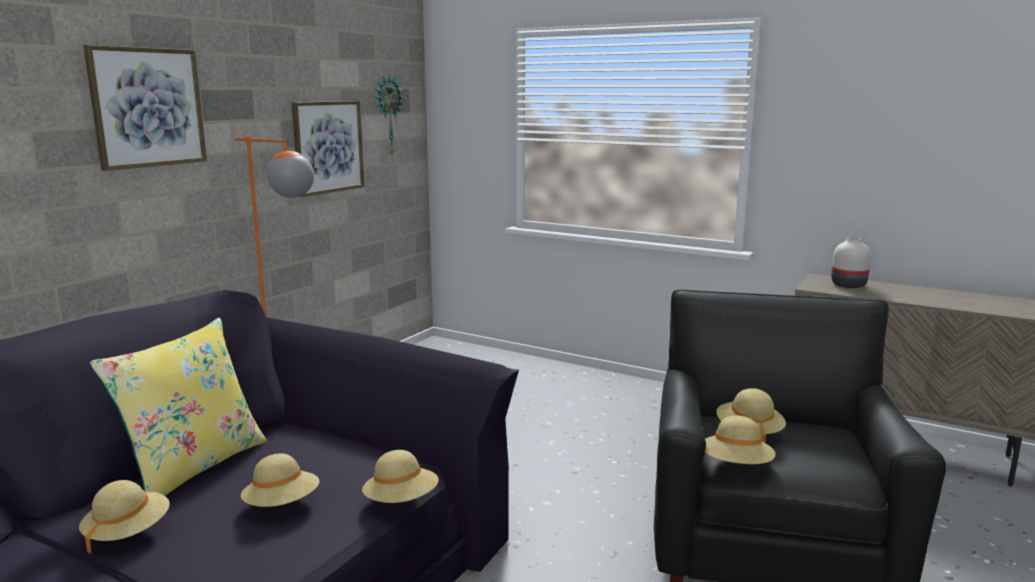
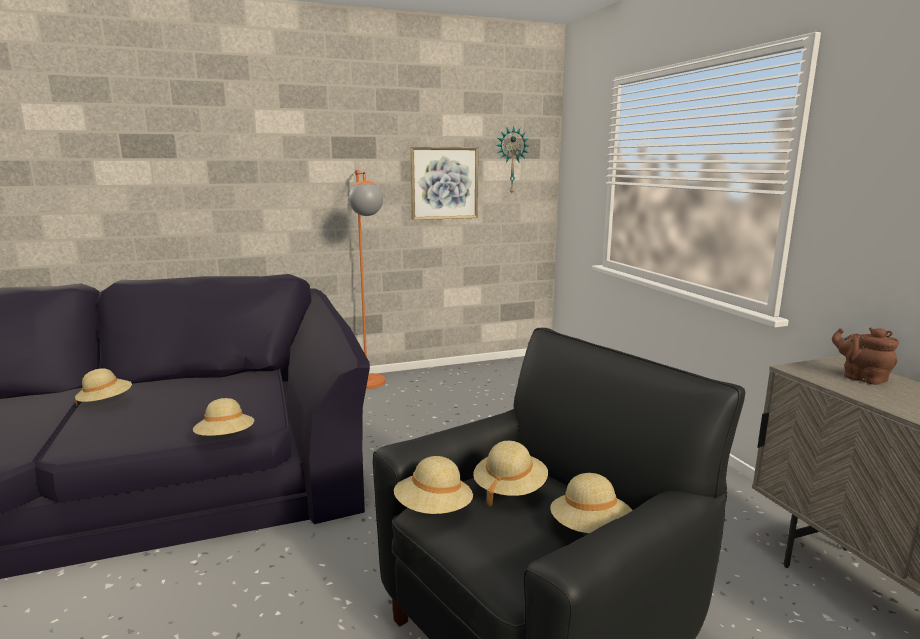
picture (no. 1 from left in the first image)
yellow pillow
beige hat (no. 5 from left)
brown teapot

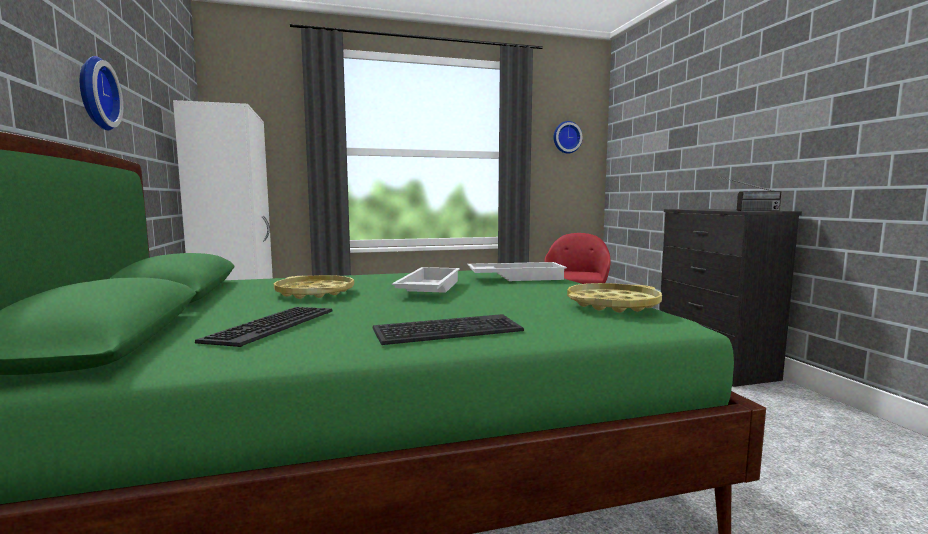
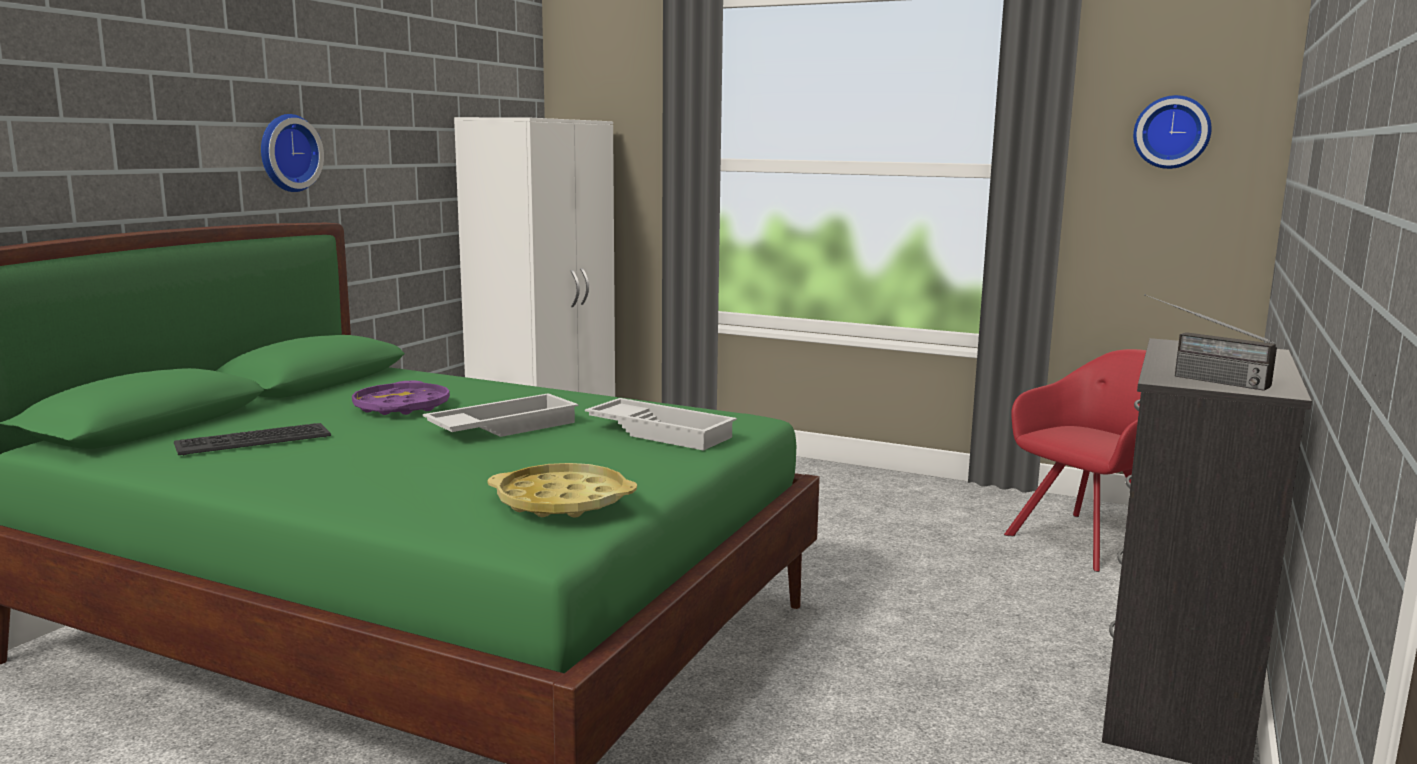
keyboard (no. 2 from left in the first image)
purple tray

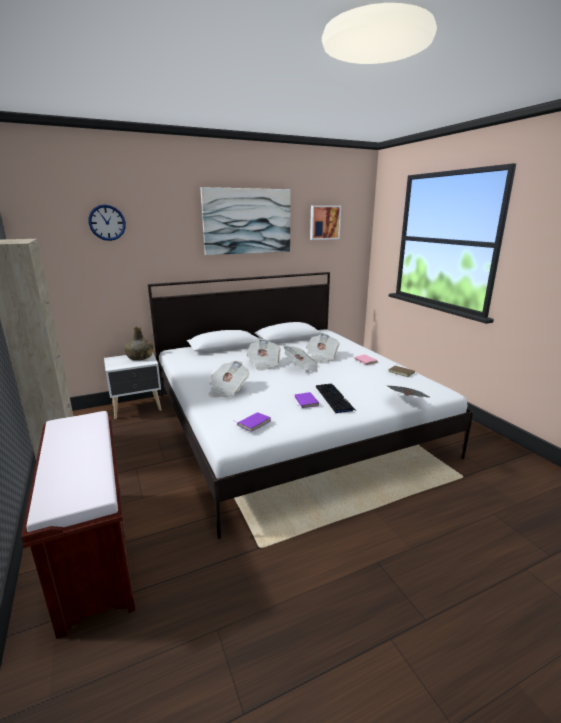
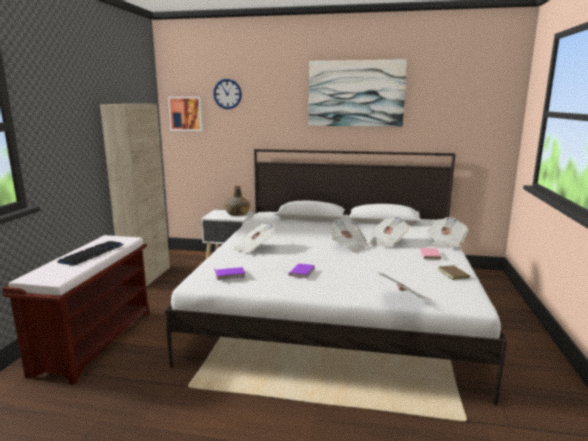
newspaper (no. 5 from left)
picture (no. 1 from left)
keyboard

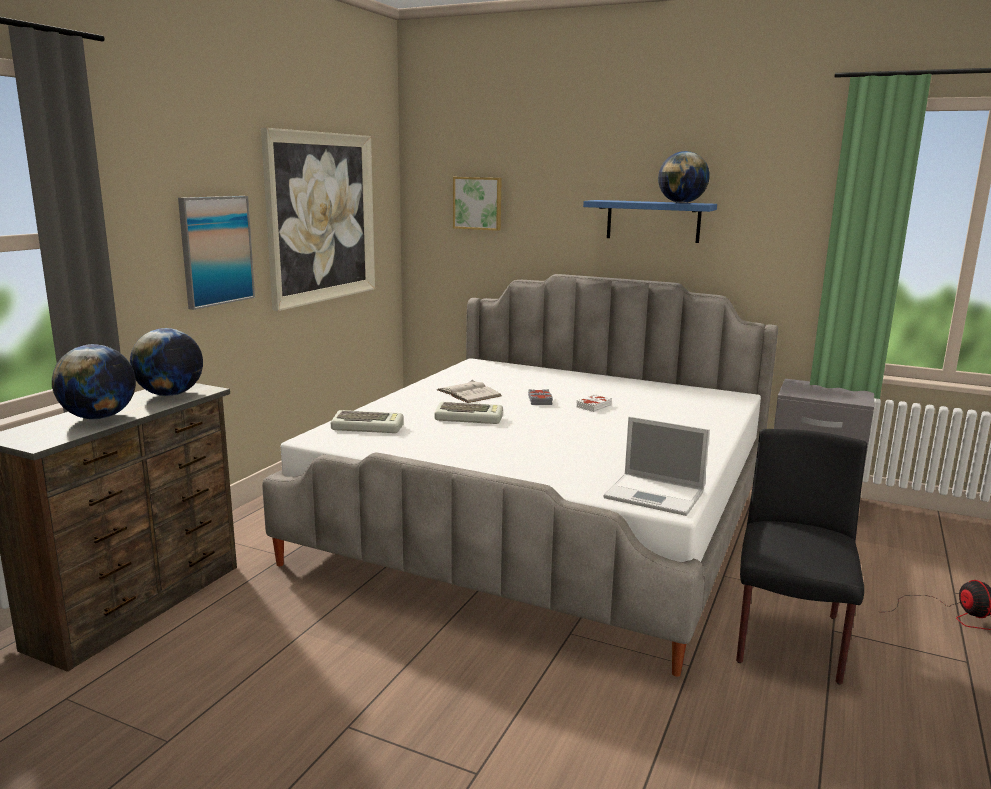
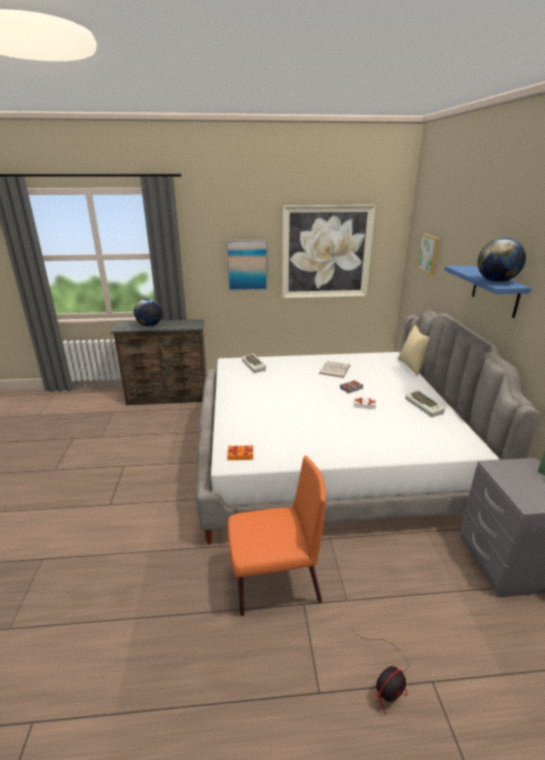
globe (no. 2 from left in the first image)
pillow
keyboard (no. 2 from left)
orange book
orange chair

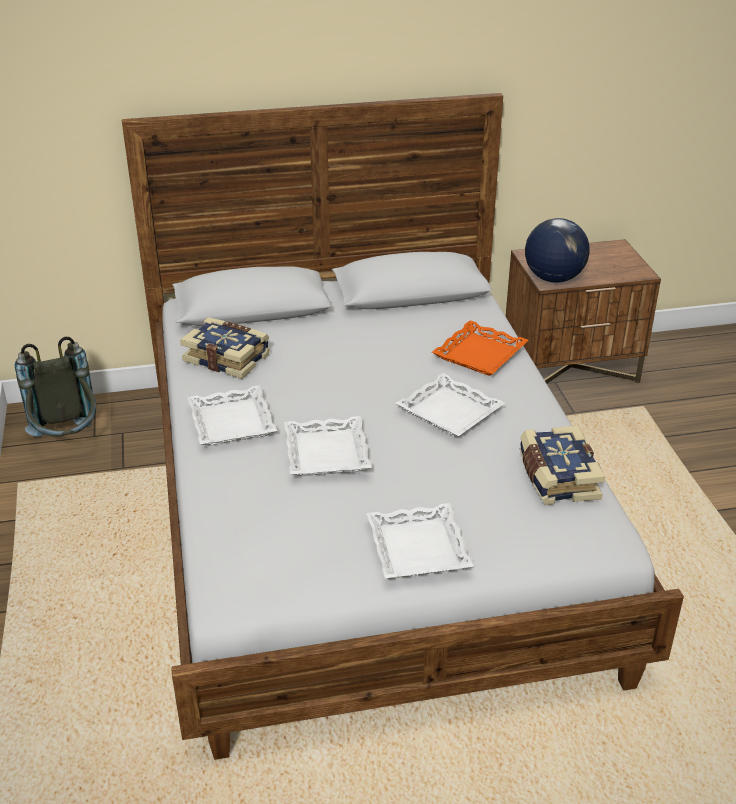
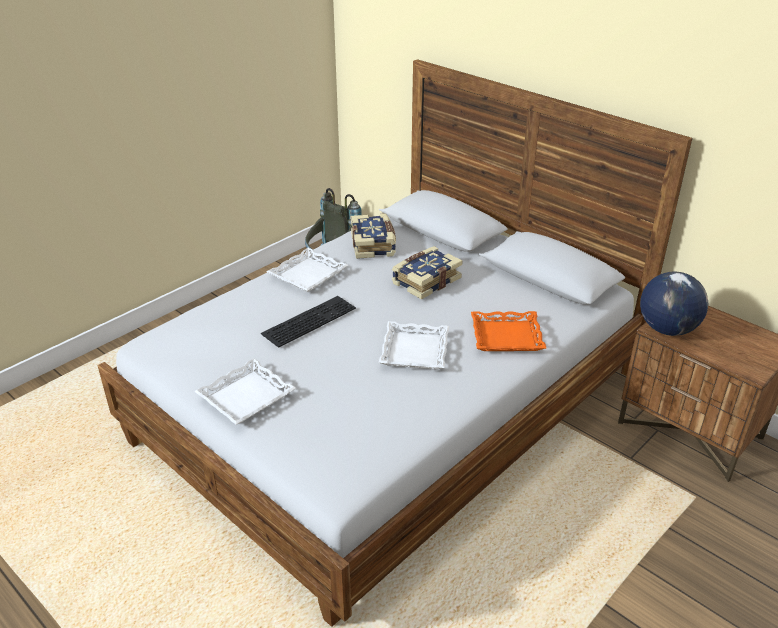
book (no. 2 from left)
keyboard

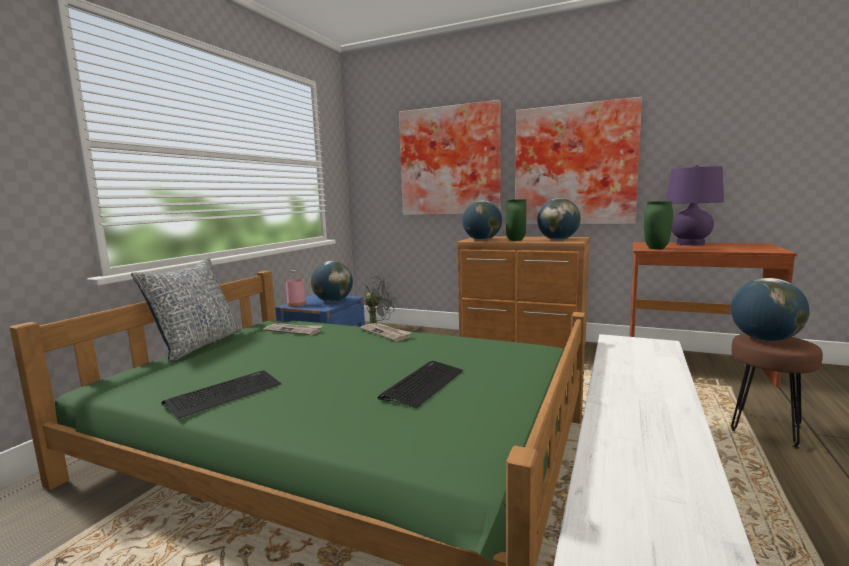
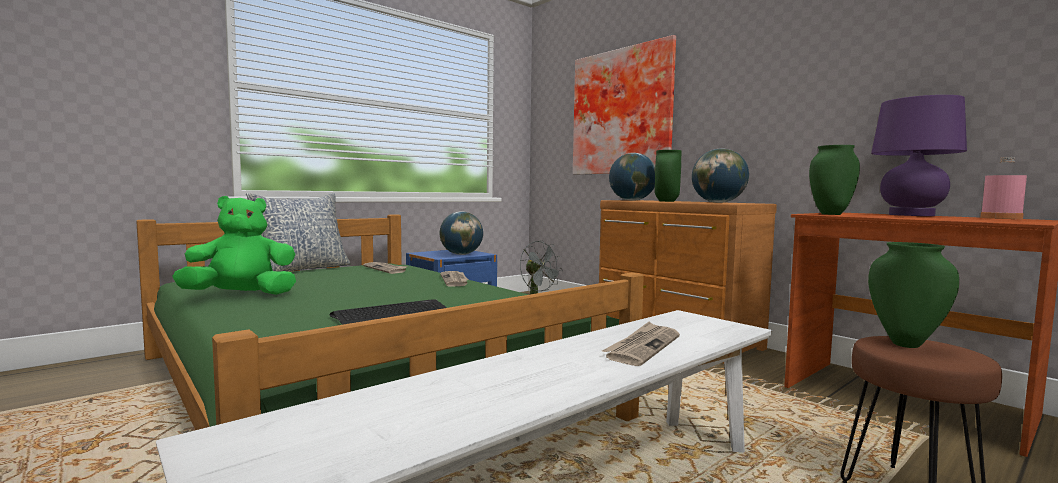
picture (no. 2 from left in the first image)
newspaper (no. 3 from left)
pink bottle
green plush toy
green vase (no. 3 from left)

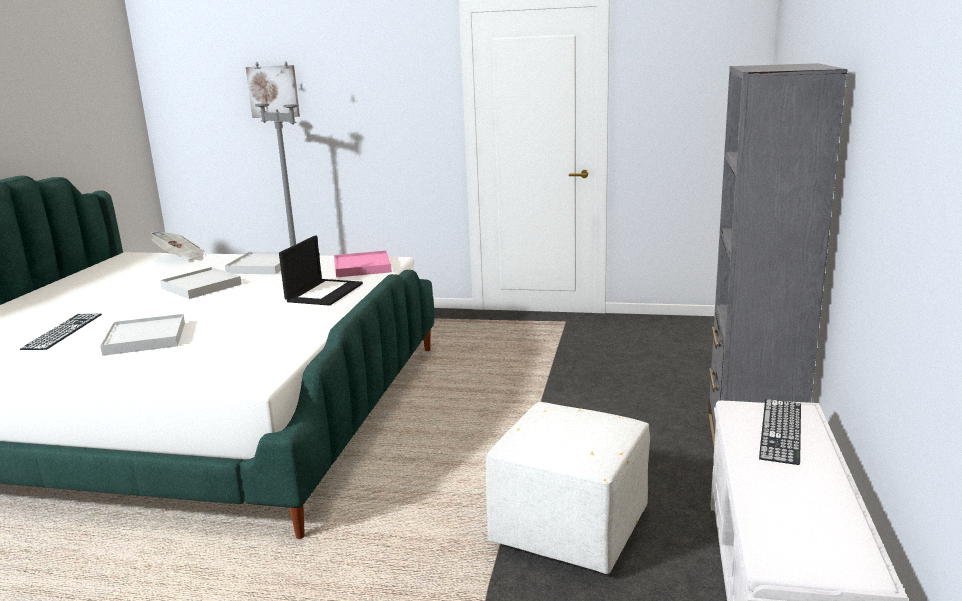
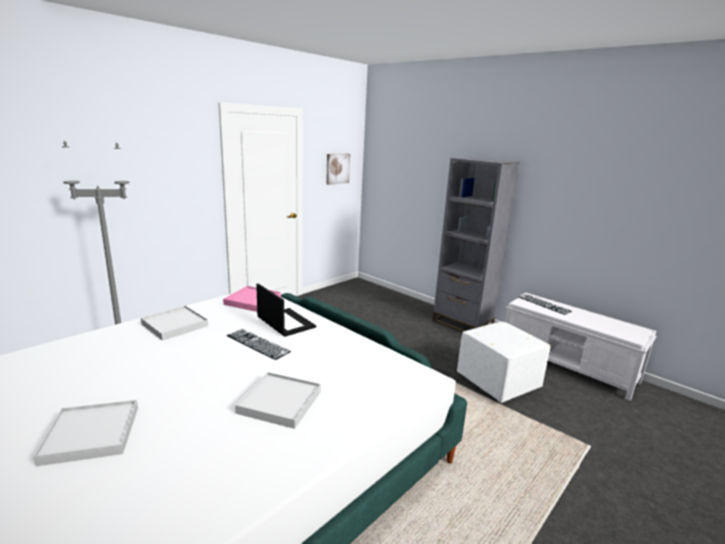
newspaper
keyboard (no. 1 from left)
white tray (no. 1 from left)
picture

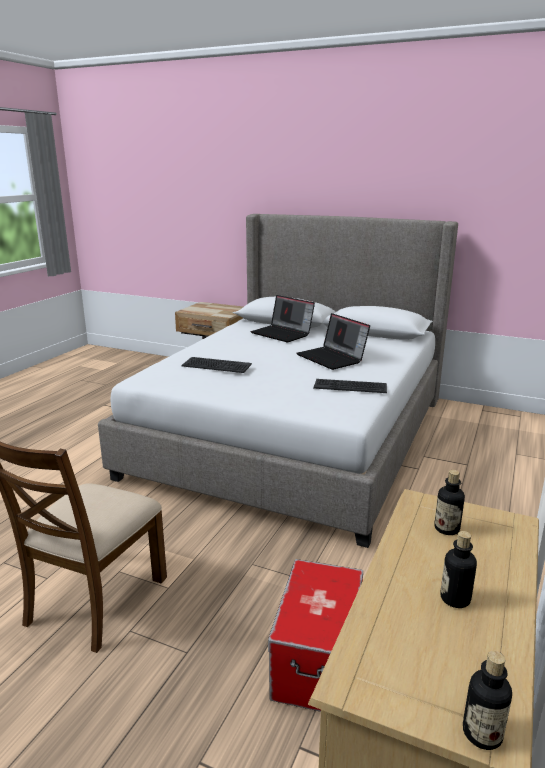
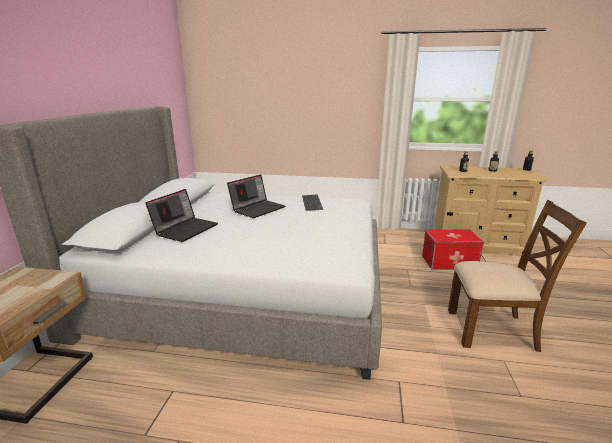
keyboard (no. 1 from left in the first image)

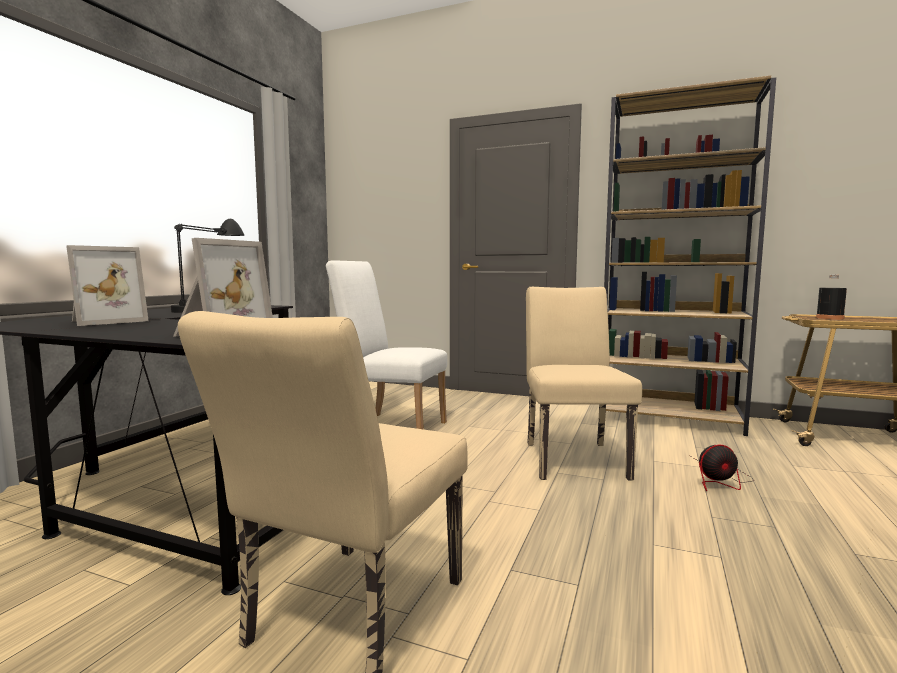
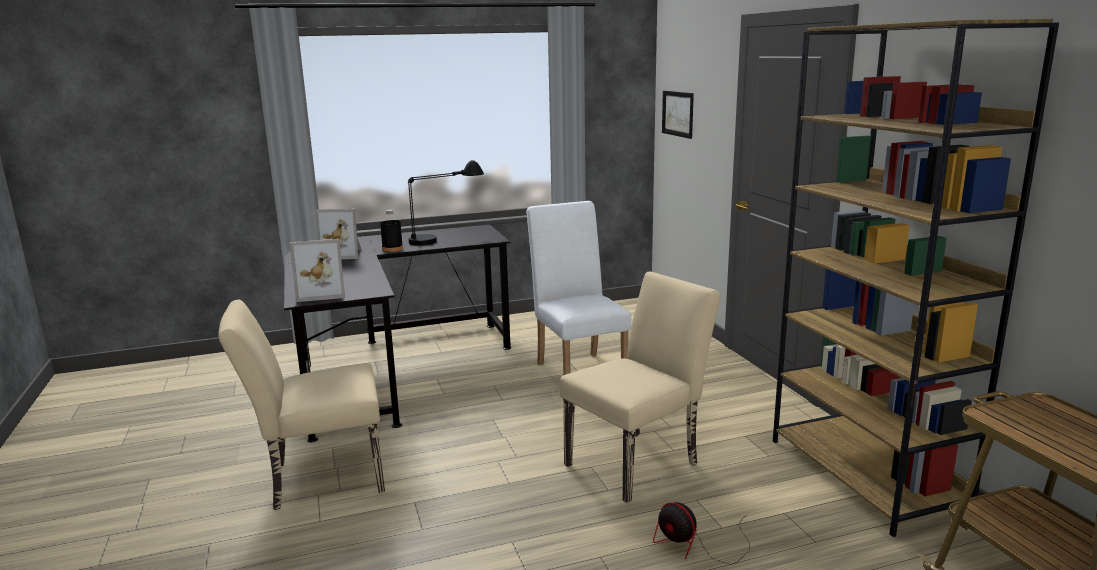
picture
black bottle

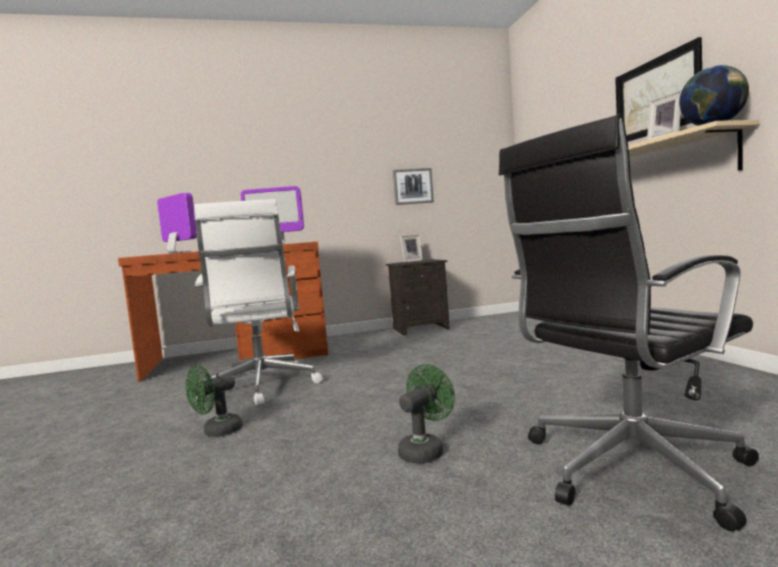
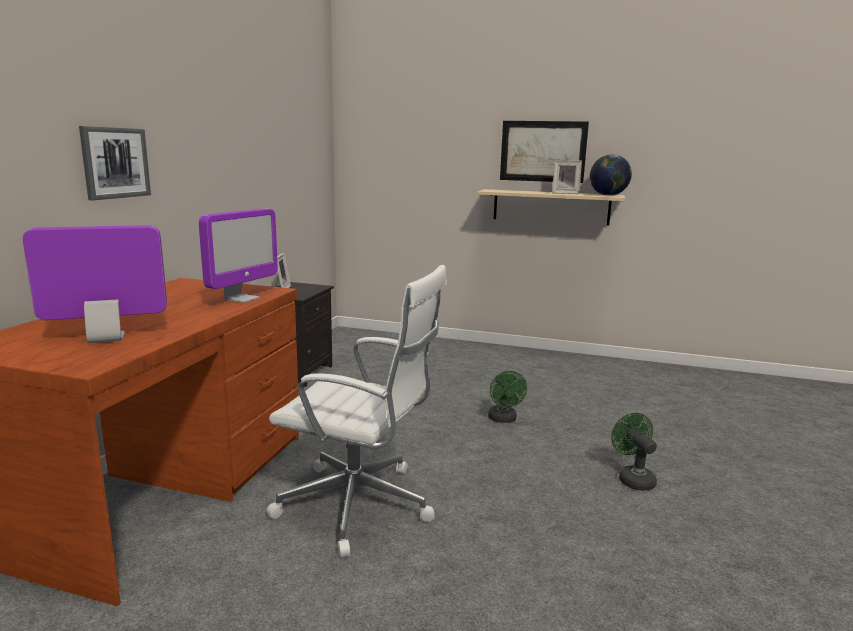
black office chair
green fan (no. 1 from left)
picture (no. 1 from left)

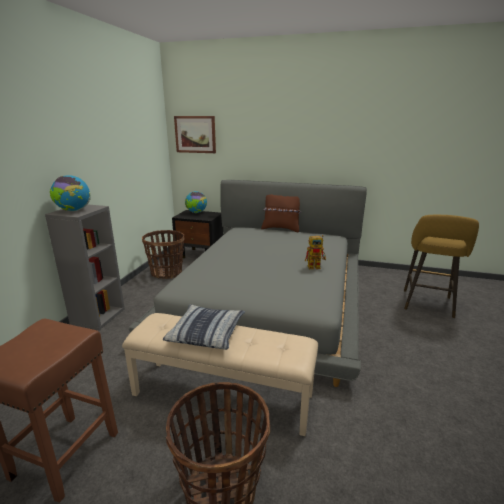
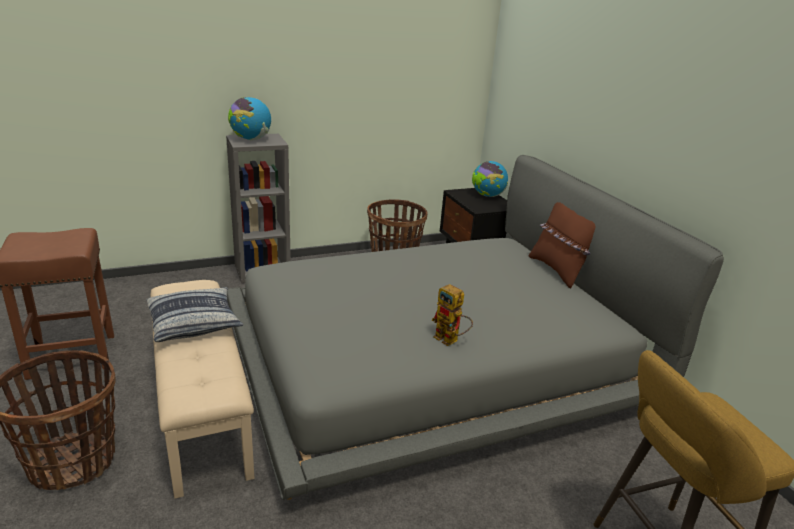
picture

